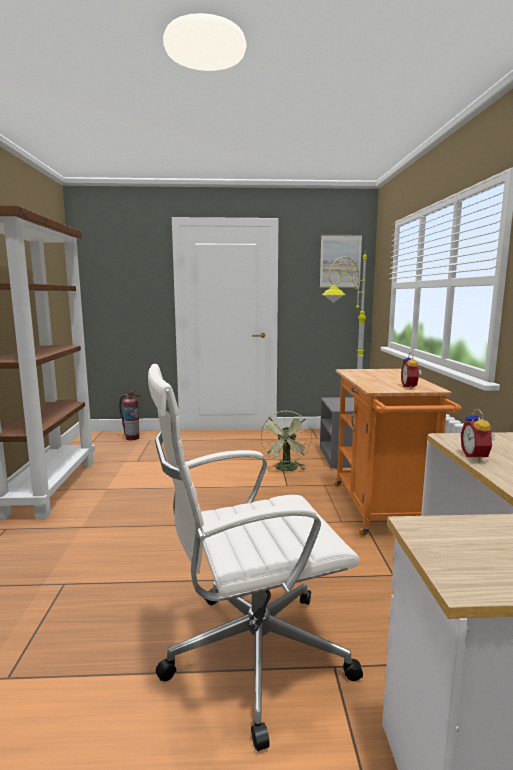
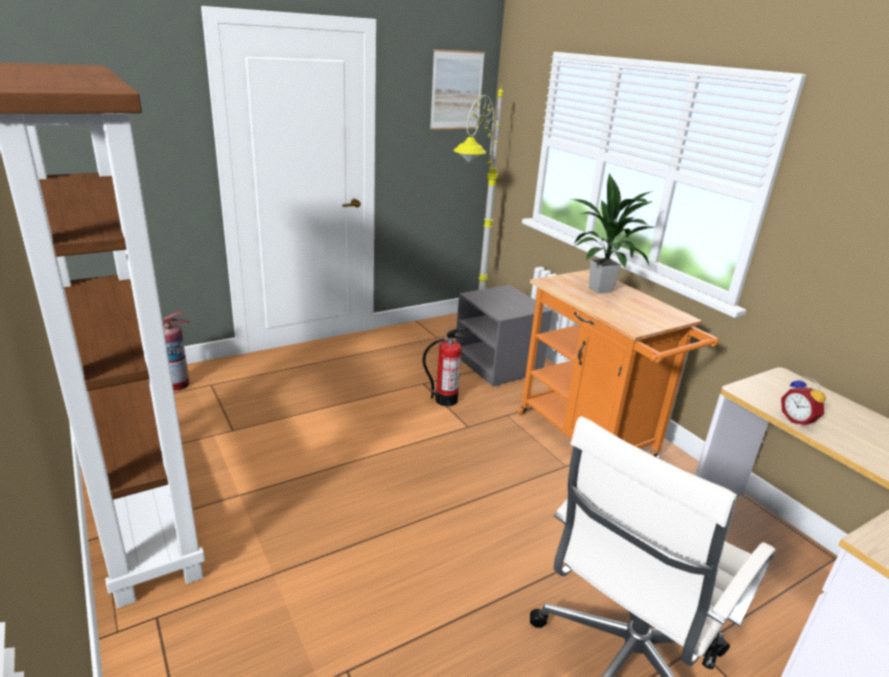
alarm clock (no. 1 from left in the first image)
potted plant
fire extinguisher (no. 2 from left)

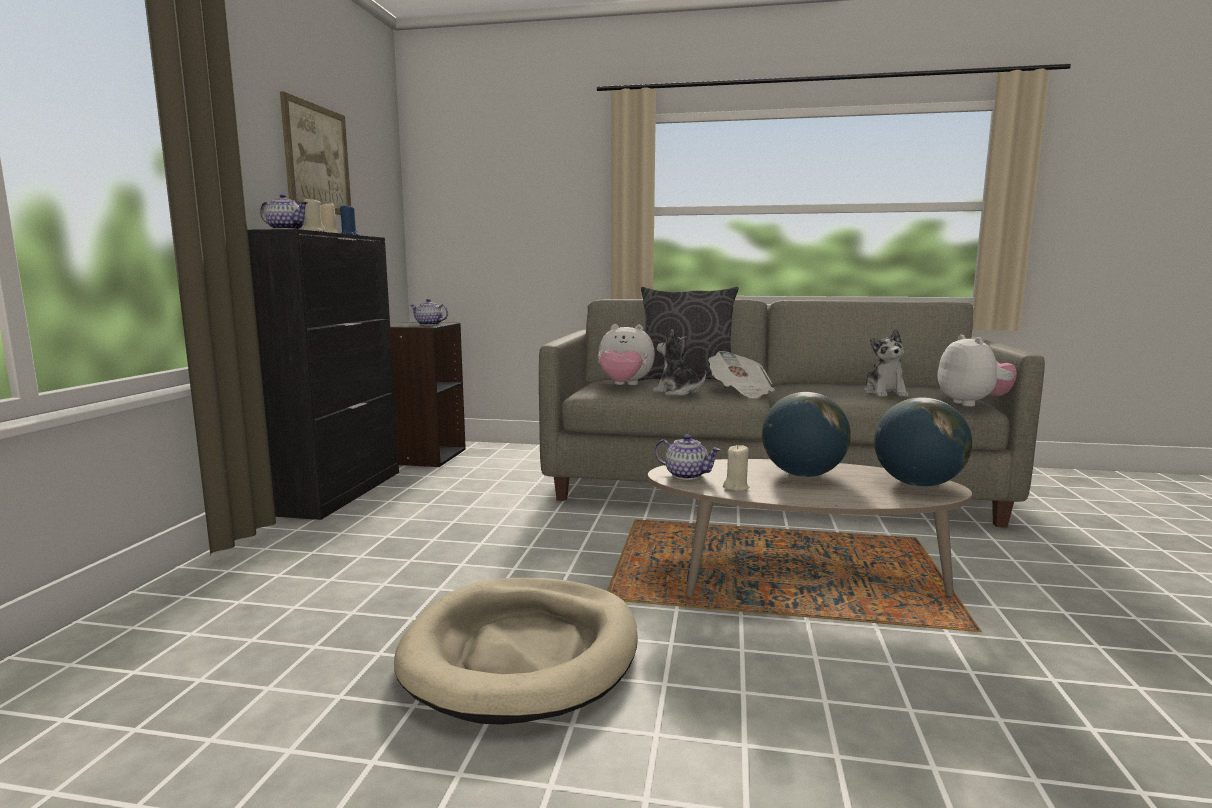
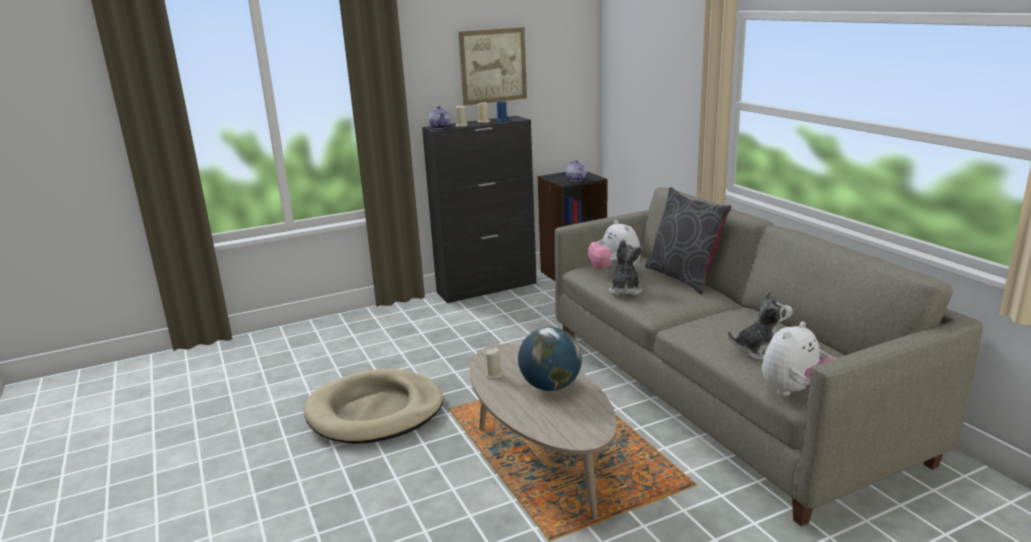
teapot (no. 3 from left in the first image)
newspaper
globe (no. 2 from left in the first image)
plush toy (no. 3 from left)

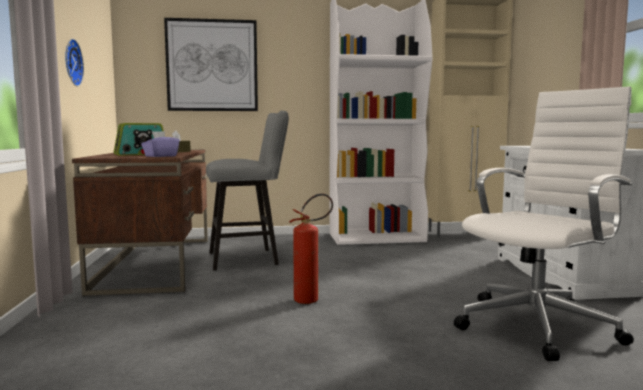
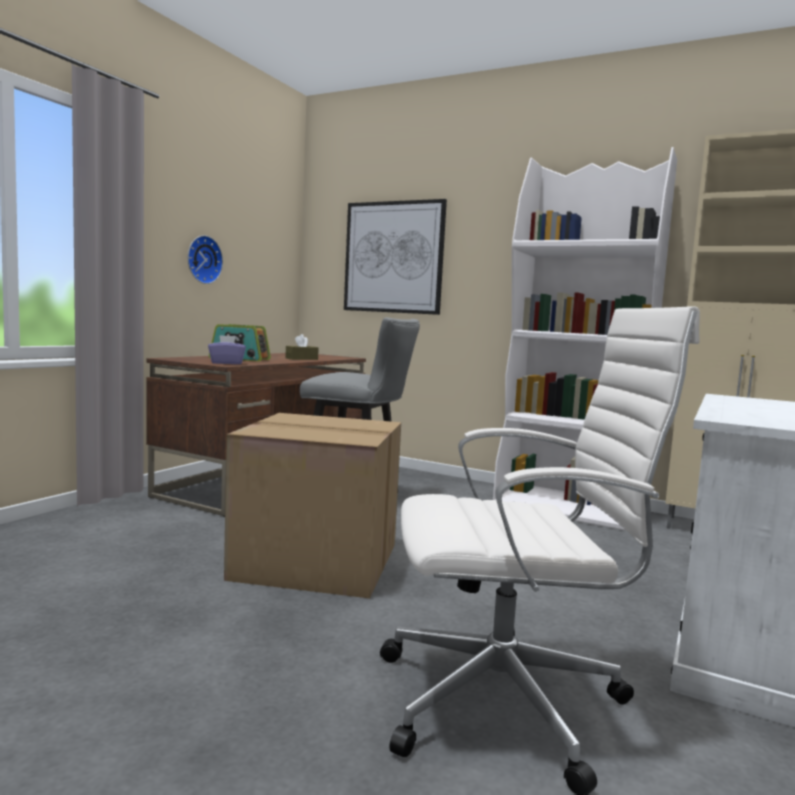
cardboard box

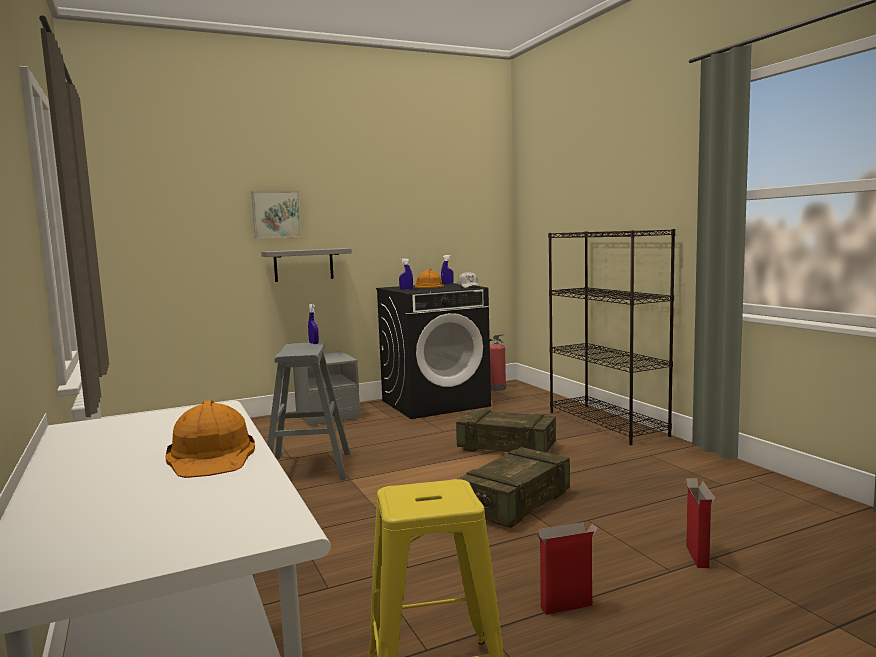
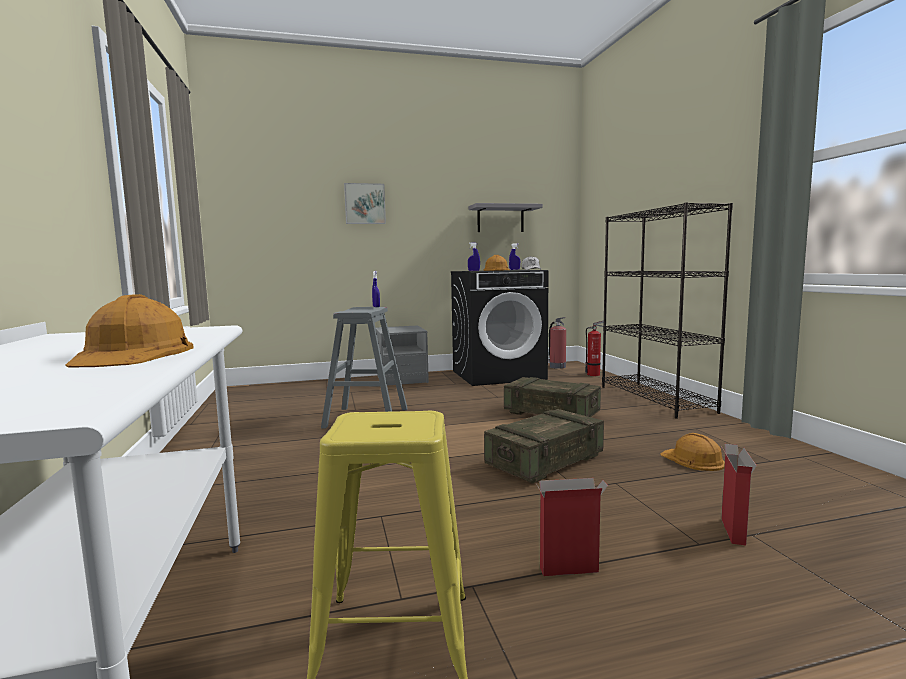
fire extinguisher (no. 2 from left)
orange hard hat (no. 3 from left)
grey shelf

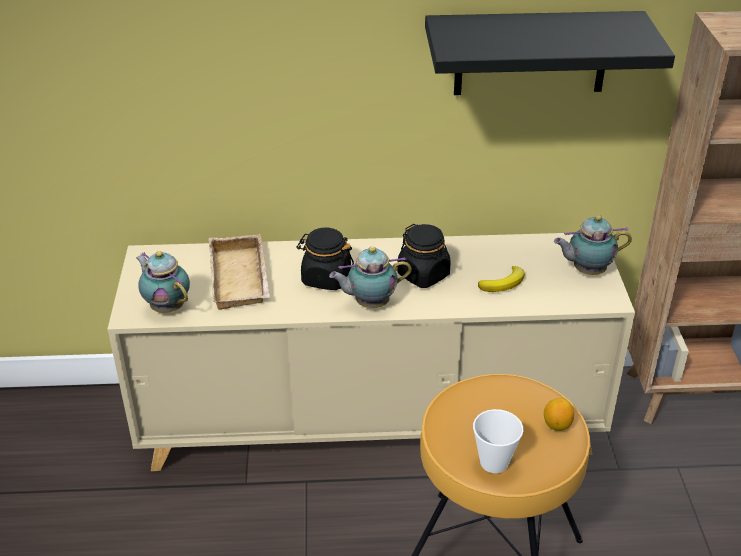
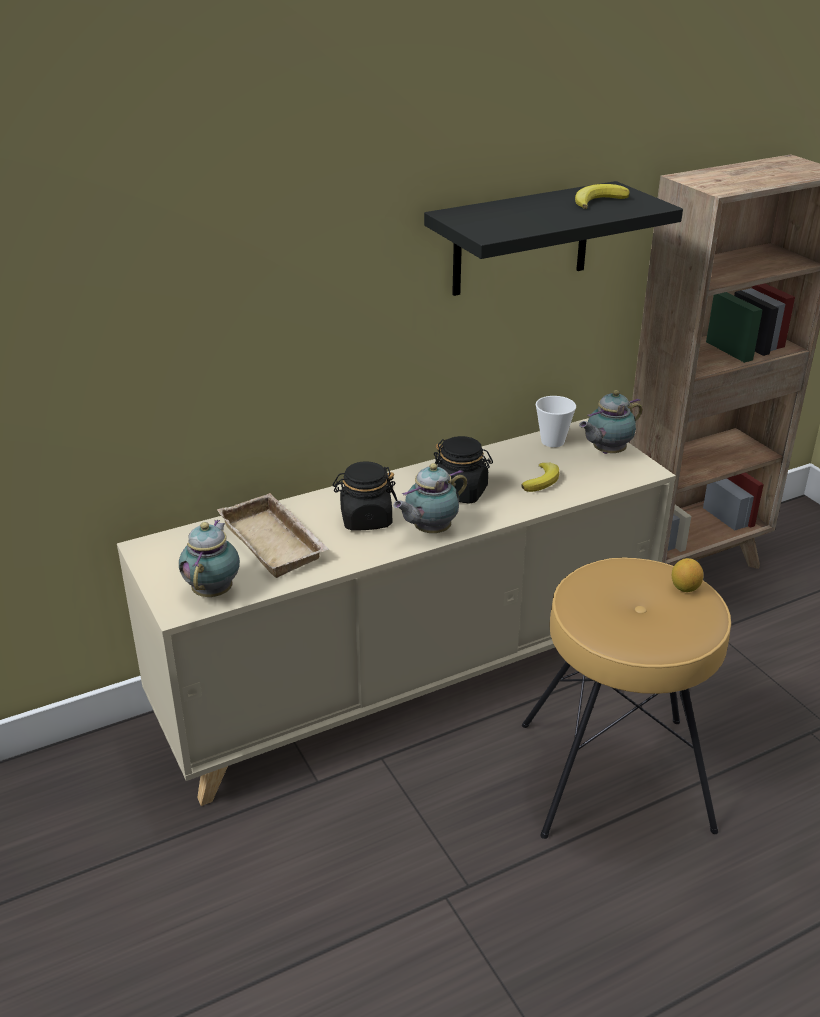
banana (no. 2 from left)
cup
teapot (no. 1 from left)

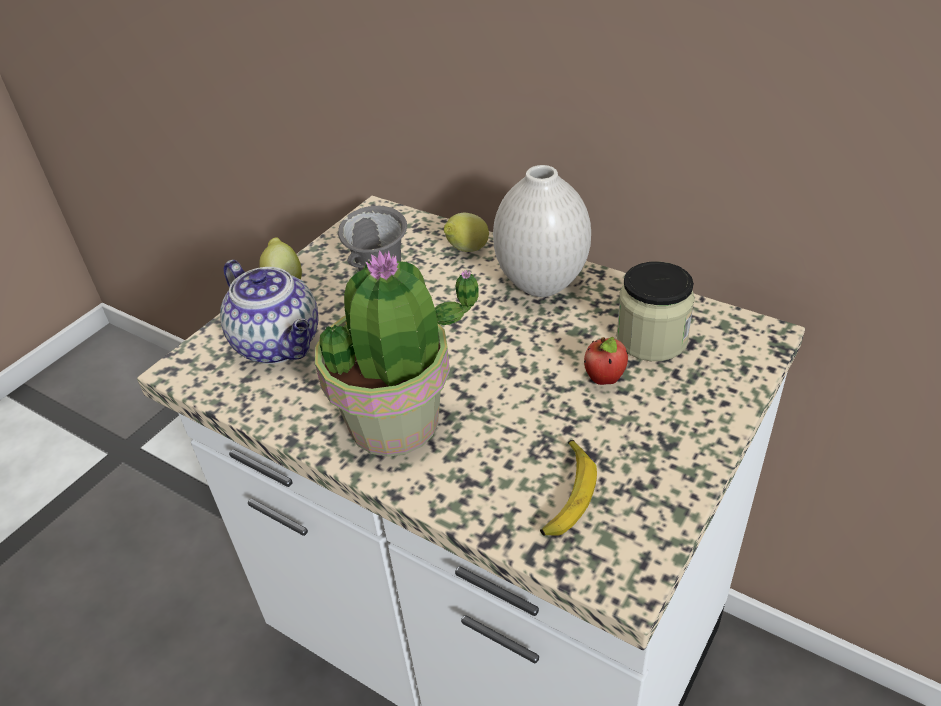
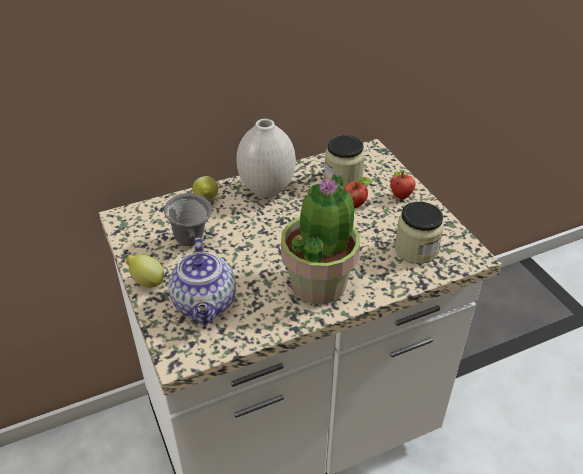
apple (no. 2 from left)
jar (no. 2 from left)
teapot

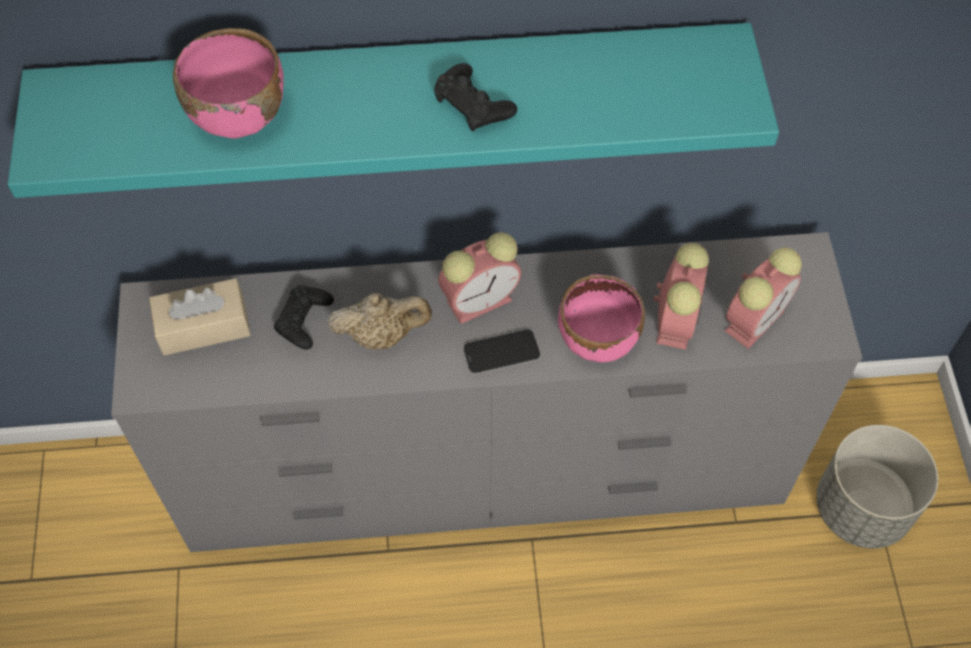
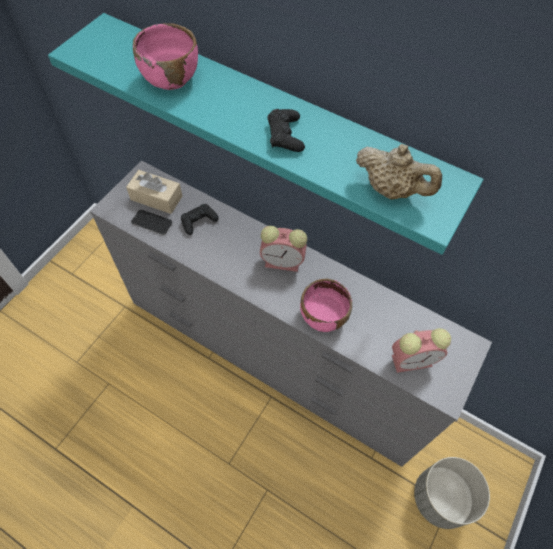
alarm clock (no. 2 from left in the first image)
beige teapot
phone

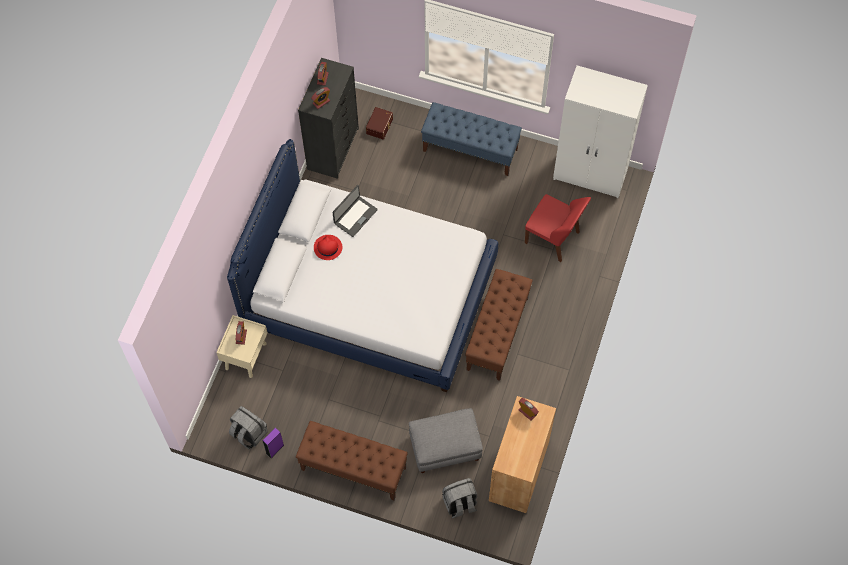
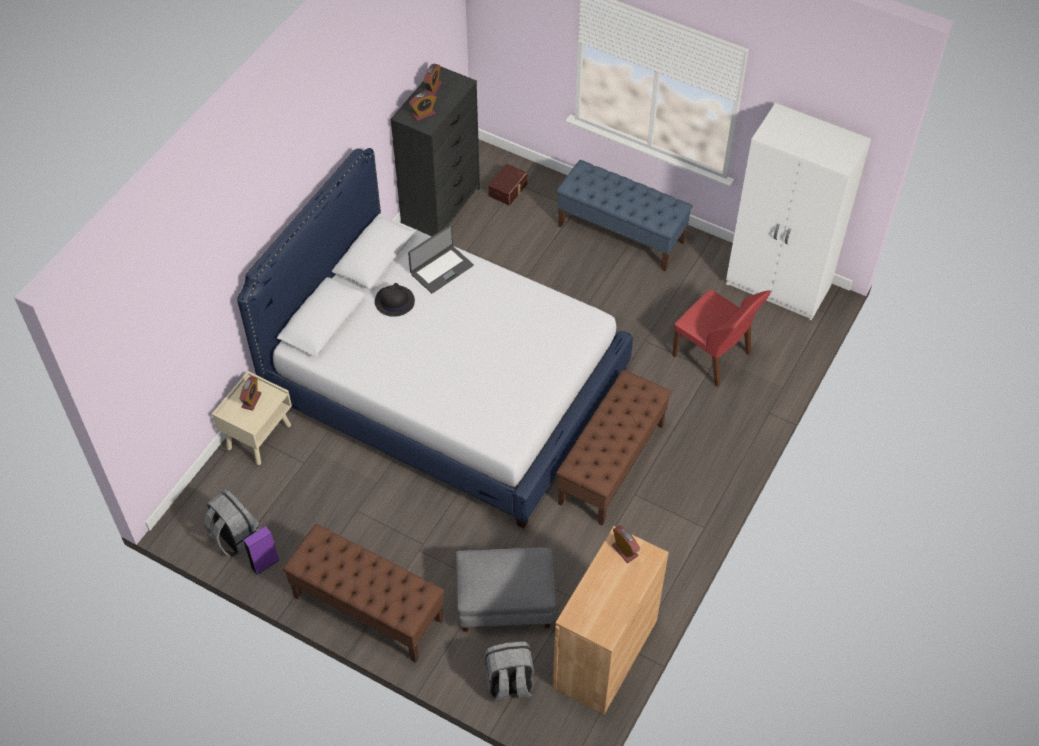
black hat

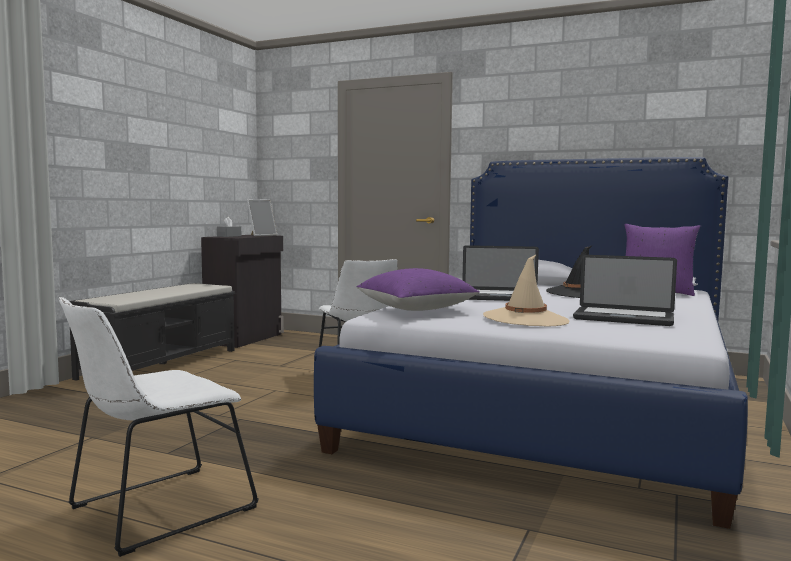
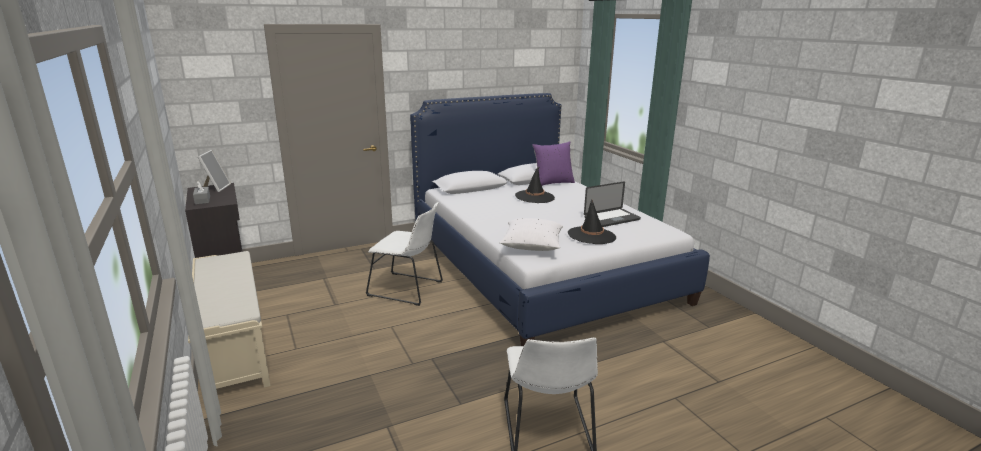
laptop (no. 1 from left in the first image)
beige bench
white pillow
black hat (no. 2 from left)

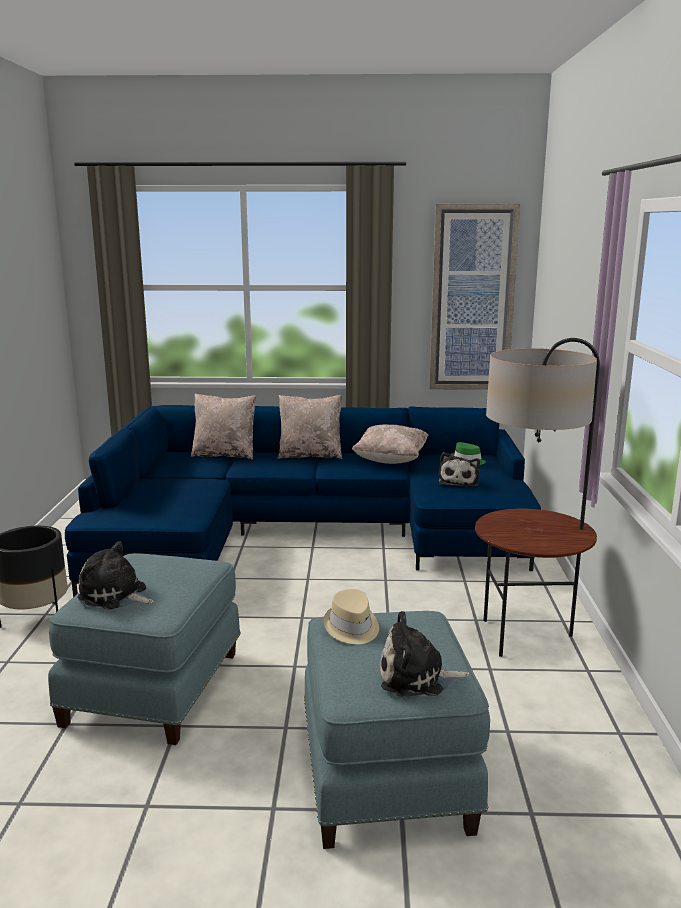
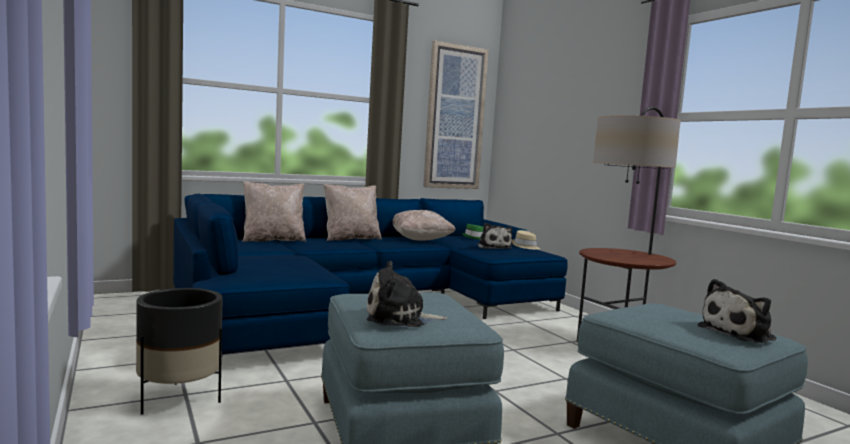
beige hat

